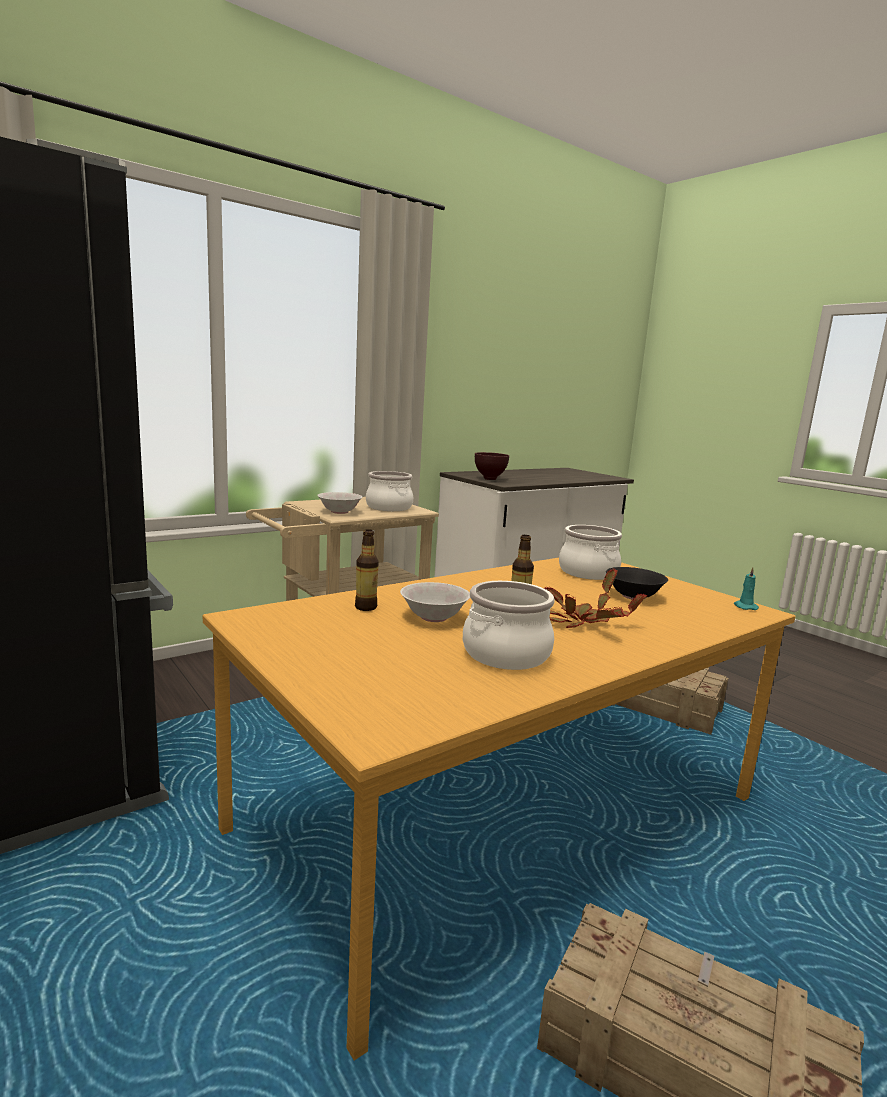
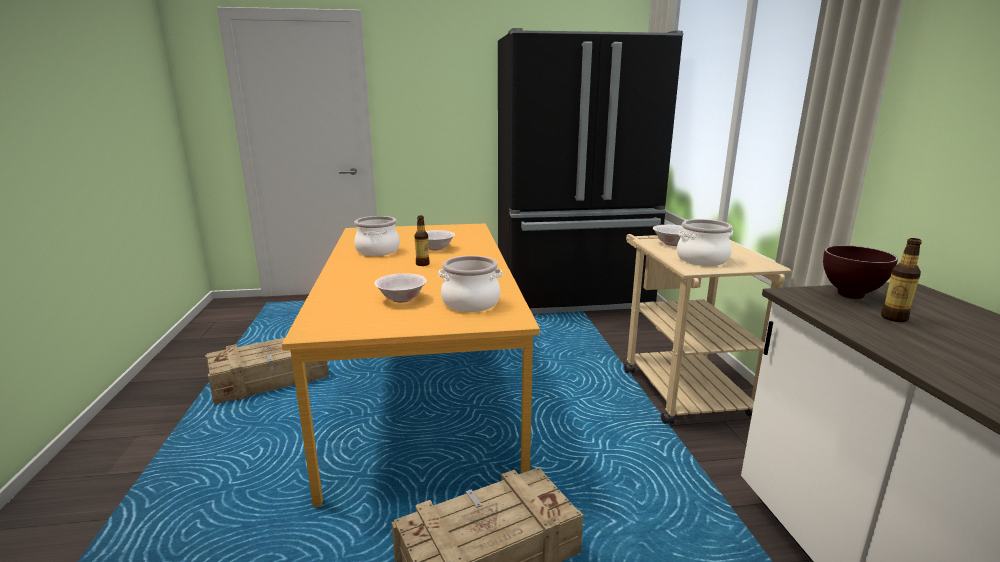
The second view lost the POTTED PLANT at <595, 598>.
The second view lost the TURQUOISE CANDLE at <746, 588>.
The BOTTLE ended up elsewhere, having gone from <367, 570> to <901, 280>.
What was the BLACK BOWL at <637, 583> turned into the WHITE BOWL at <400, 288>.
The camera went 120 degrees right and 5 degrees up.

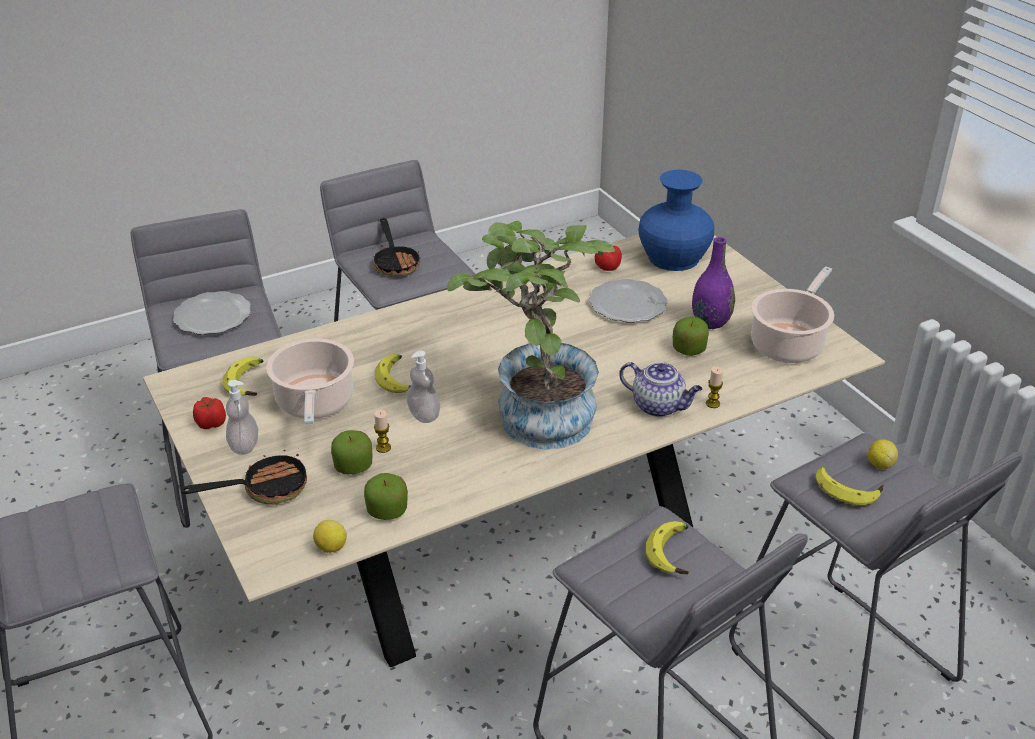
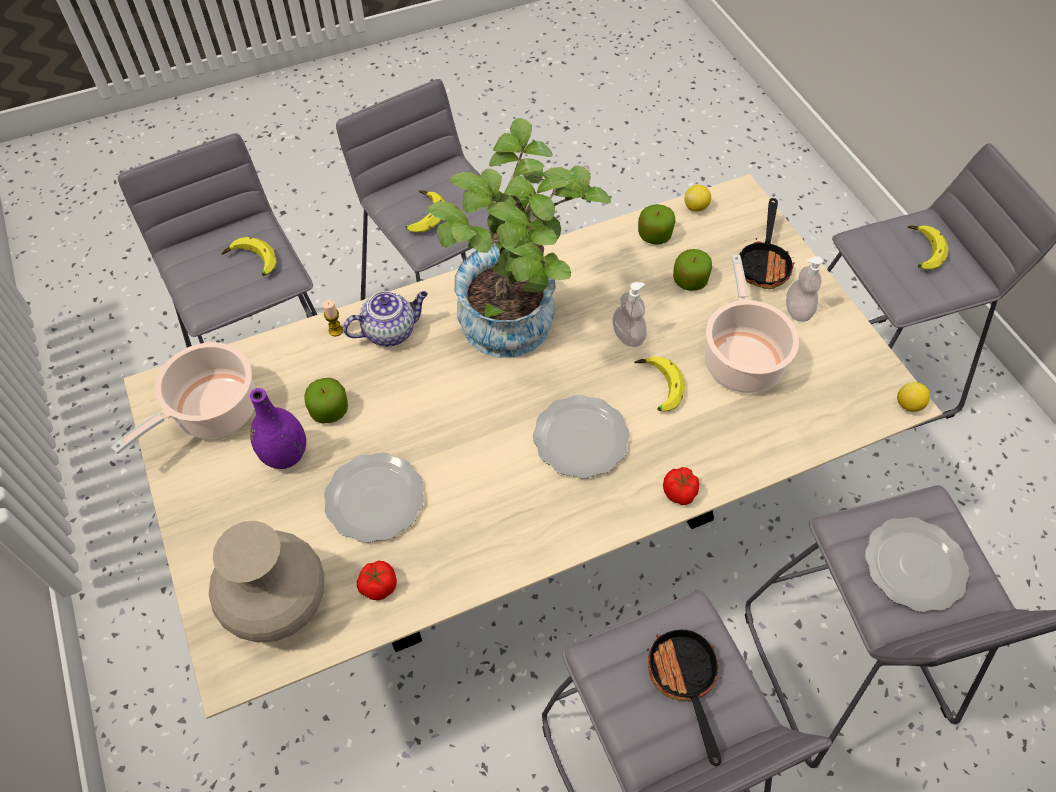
The second view lost the CANDLE at <382, 431>.
The second view gained the PLATE at <581, 436>.
The TOMATO ended up elsewhere, having gone from <209, 413> to <681, 486>.
The BANANA ended up elsewhere, having gone from <242, 376> to <927, 247>.
The LEMON ended up elsewhere, having gone from <883, 454> to <913, 397>.
What was the BLUE VASE at <676, 220> turned into the BEIGE VASE at <266, 581>.
The FRYING PAN at <244, 477> ended up facing another way, 60 degrees counterclockwise from before.
The TEAPOT at <661, 389> ended up facing another way, 120 degrees clockwise from before.
The camera went 175 degrees left and 20 degrees up.

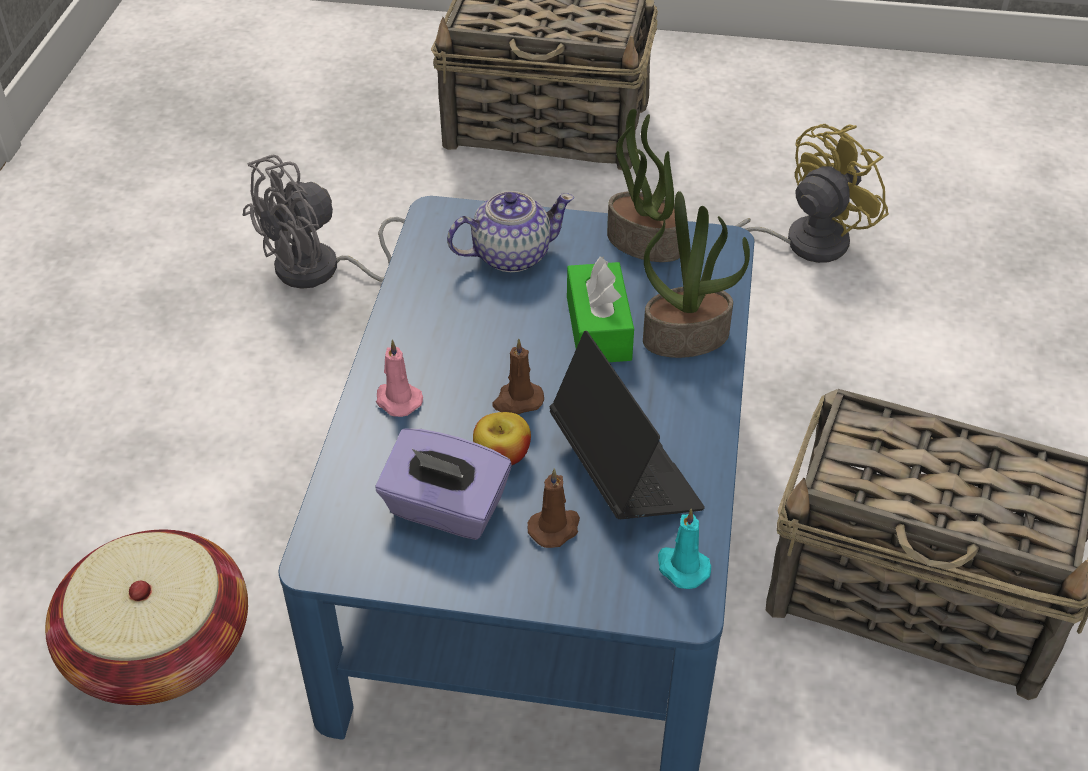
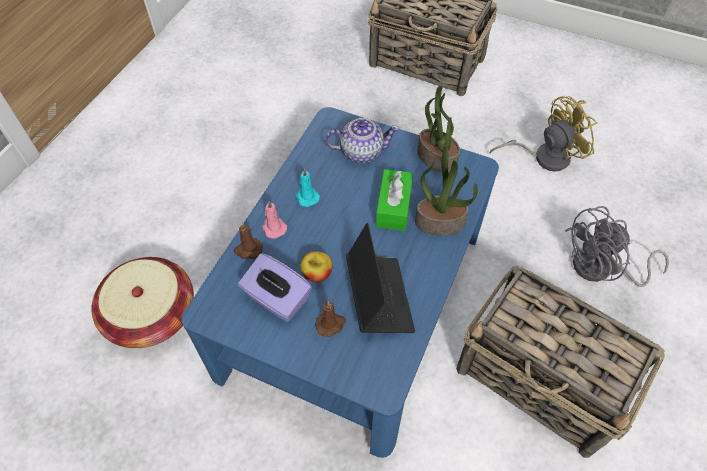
The GREY FAN ended up elsewhere, having gone from <323, 222> to <617, 246>.
The BROWN CANDLE ended up elsewhere, having gone from <518, 376> to <248, 240>.
The TURQUOISE CANDLE ended up elsewhere, having gone from <684, 548> to <308, 187>.
The camera went 15 degrees right and 10 degrees up.

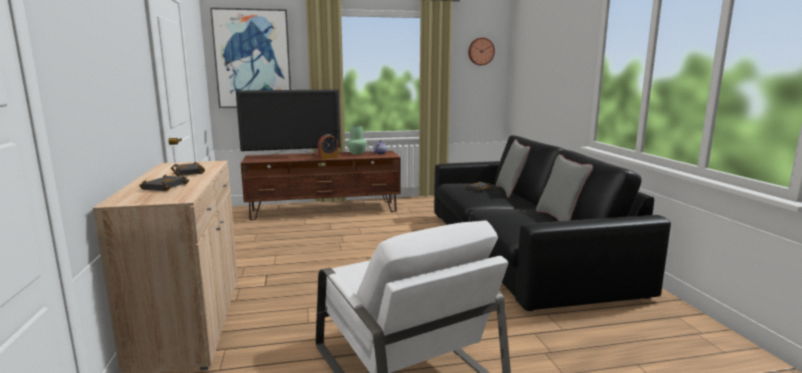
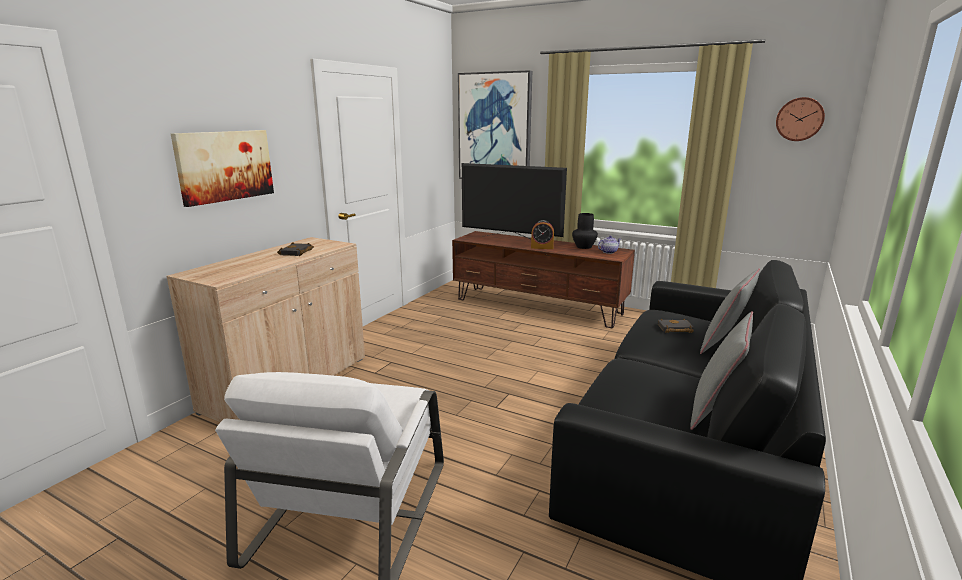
The second view lost the BLACK BOOK at <164, 183>.
The second view gained the PICTURE at <222, 168>.
What was the GREEN VASE at <357, 140> turned into the BLACK VASE at <585, 231>.
The camera went 40 degrees right and 5 degrees up.

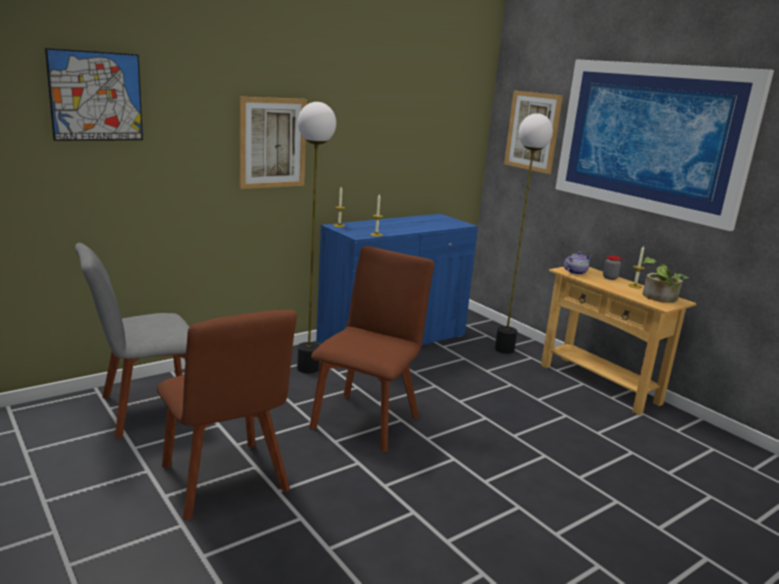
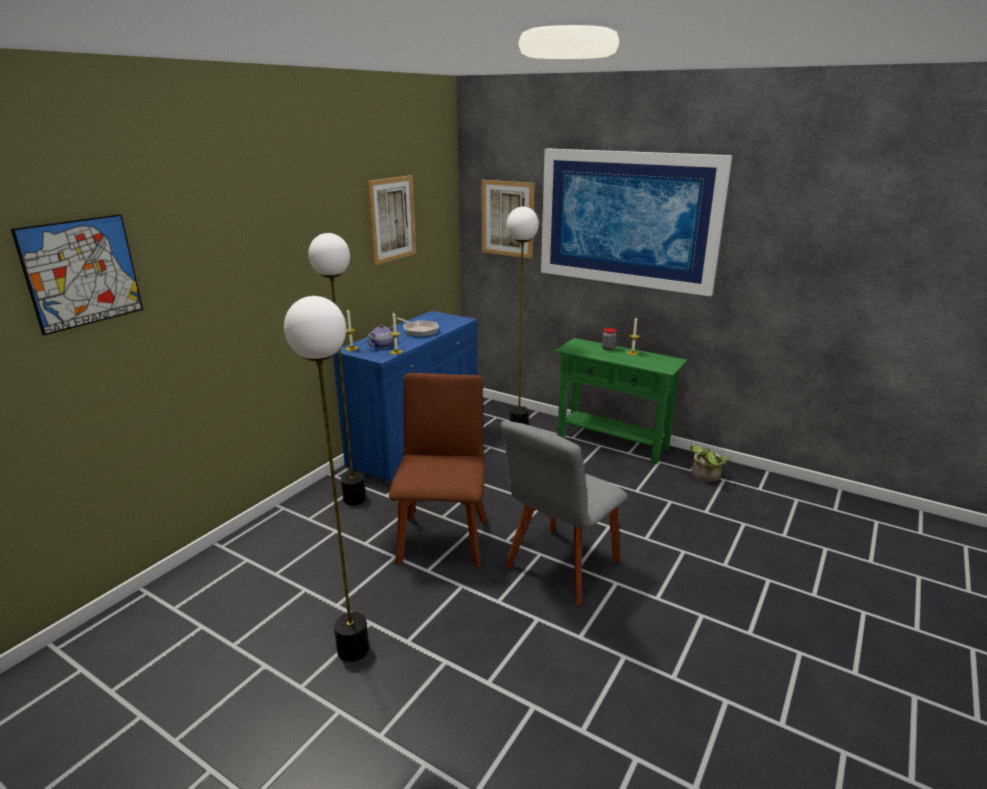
The second view gained the FRYING PAN at <418, 327>.
The GREY CHAIR ended up elsewhere, having gone from <132, 341> to <564, 512>.
The PICTURE ended up elsewhere, having gone from <273, 143> to <391, 220>.
The TEAPOT ended up elsewhere, having gone from <578, 263> to <380, 336>.
The POTTED PLANT ended up elsewhere, having gone from <665, 280> to <711, 463>.
Where the BROWN CHAIR stood at <227, 415>, the FLOOR LAMP came to stand at <326, 479>.
What was the BEIGE CONSOLE TABLE at <619, 341> turned into the GREEN CONSOLE TABLE at <621, 401>.
The camera went 20 degrees left and 5 degrees up.

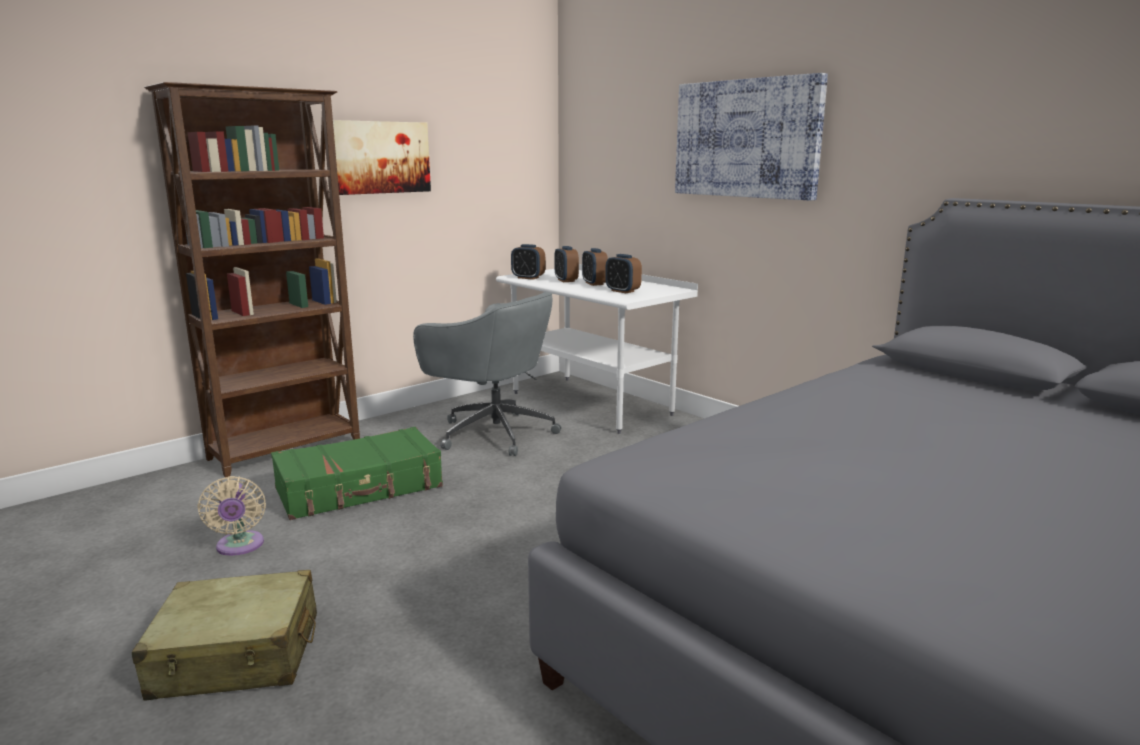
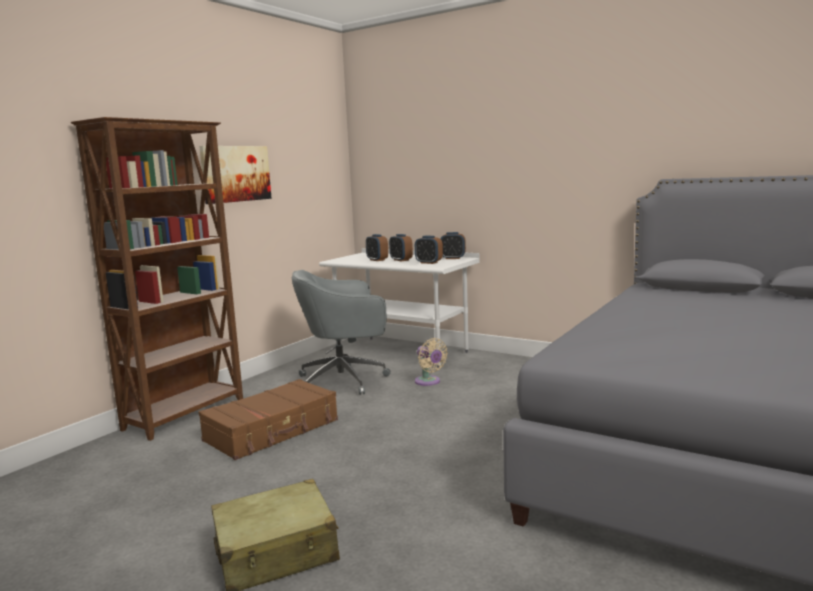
The second view lost the PICTURE at <751, 137>.
The BEIGE FAN ended up elsewhere, having gone from <231, 516> to <431, 362>.
The ALARM CLOCK ended up elsewhere, having gone from <528, 262> to <453, 245>.
What was the GREEN SUITCASE at <357, 473> turned into the BROWN SUITCASE at <268, 419>.
The GREY OFFICE CHAIR at <487, 374> ended up facing another way, 150 degrees clockwise from before.
The camera went 15 degrees left and 5 degrees down.

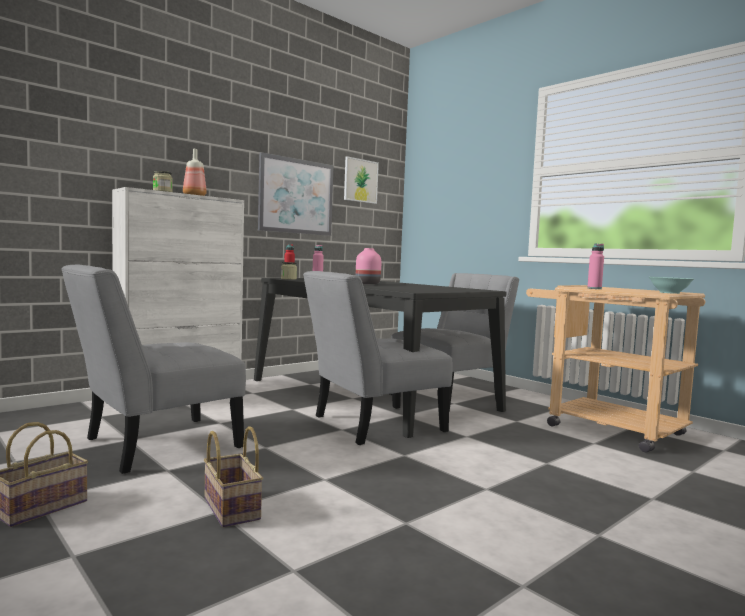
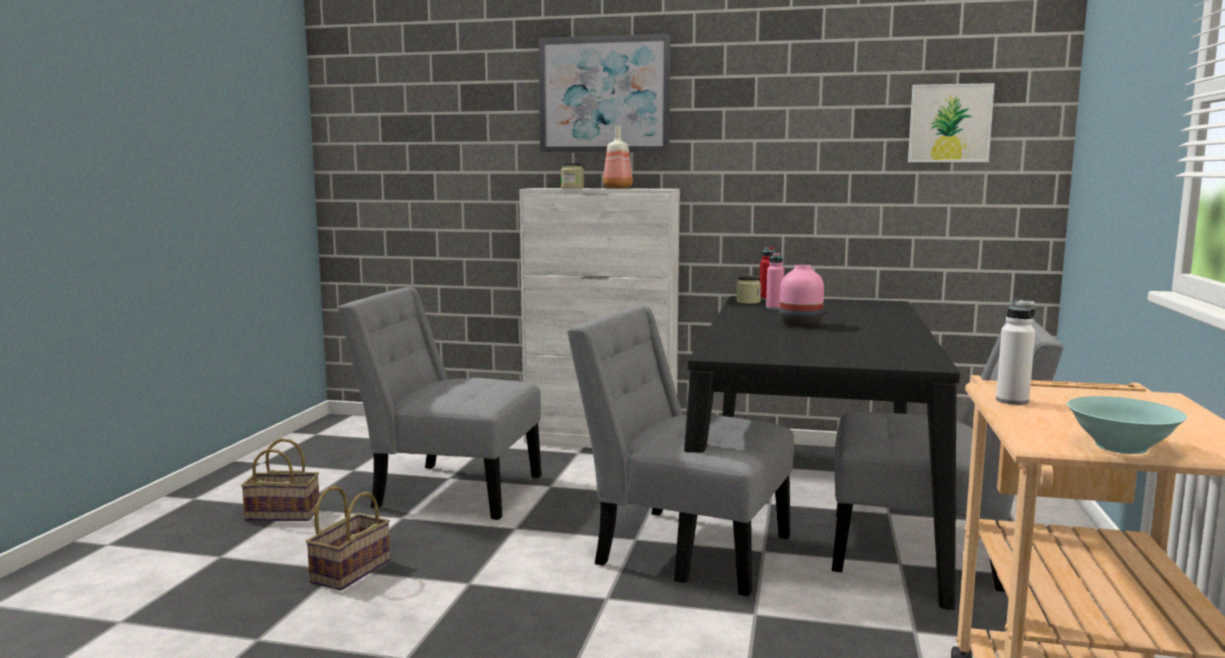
The PICTURE ended up elsewhere, having gone from <295, 194> to <604, 93>.
What was the PINK BOTTLE at <595, 266> turned into the WHITE BOTTLE at <1015, 352>.
The camera went 55 degrees right and 5 degrees up.

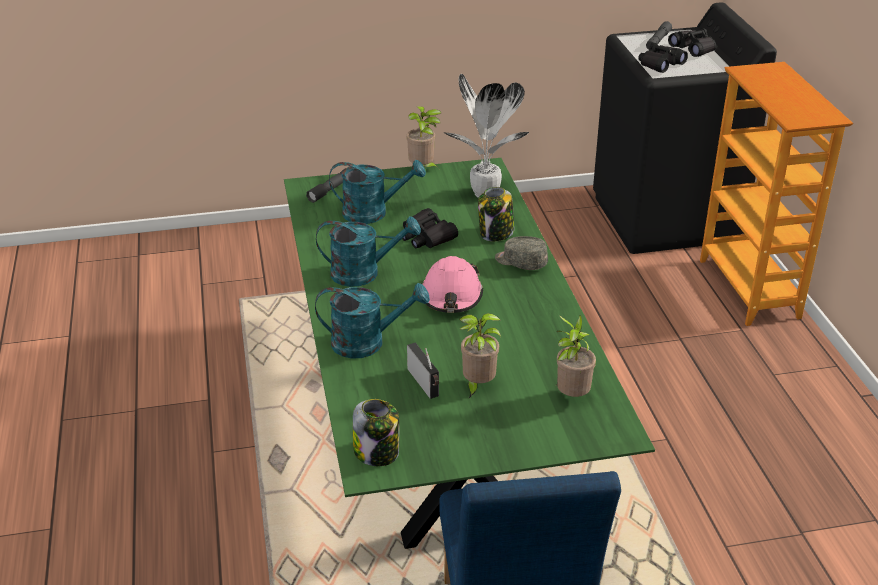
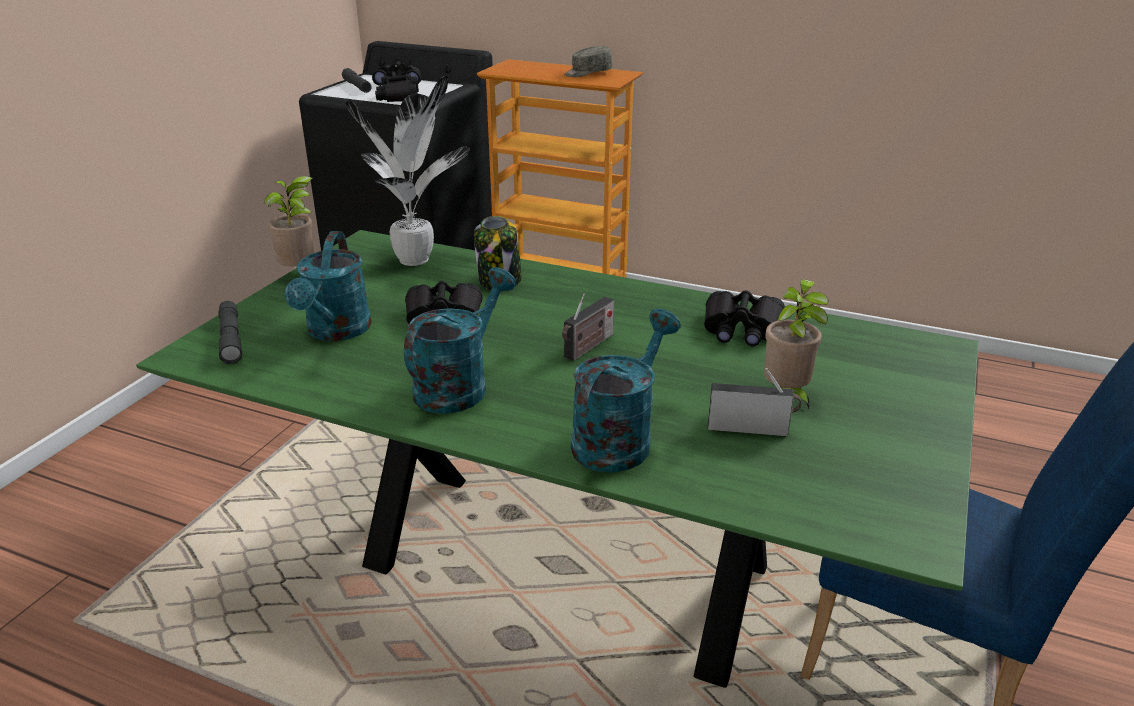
The second view lost the JAR at <376, 432>.
The second view lost the POTTED PLANT at <576, 356>.
The second view gained the BLACK BINOCULARS at <744, 318>.
The GREY CAP ended up elsewhere, having gone from <521, 253> to <588, 61>.
Where the PINK HARD HAT stood at <452, 284>, the RADIO came to stand at <588, 327>.
The TURQUOISE WATERING CAN at <377, 192> ended up facing another way, 150 degrees clockwise from before.
The camera went 55 degrees left and 5 degrees down.

